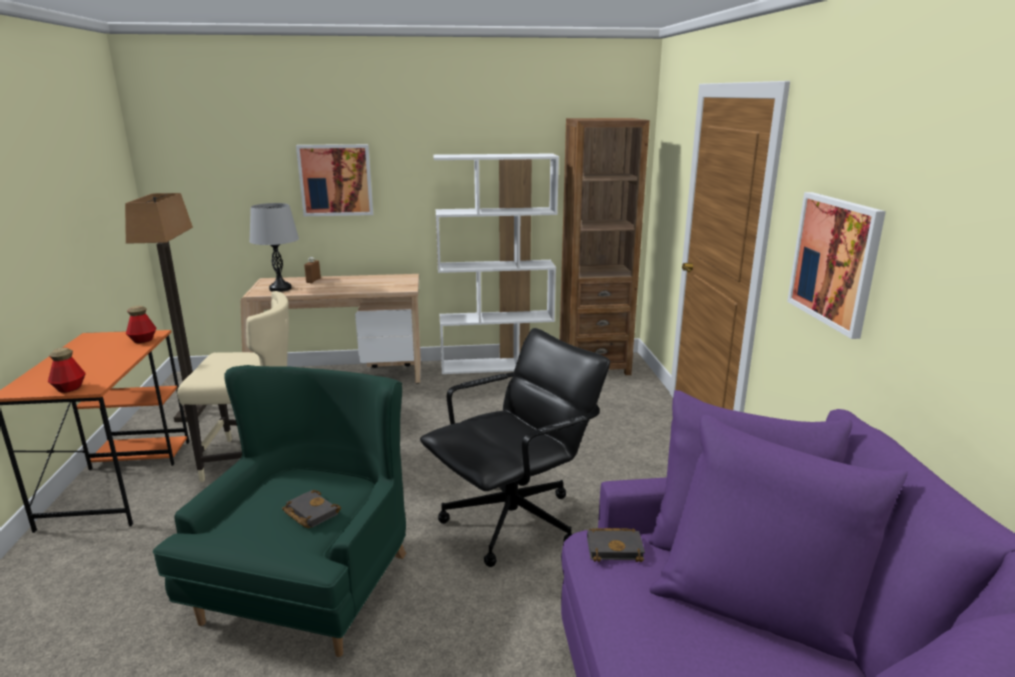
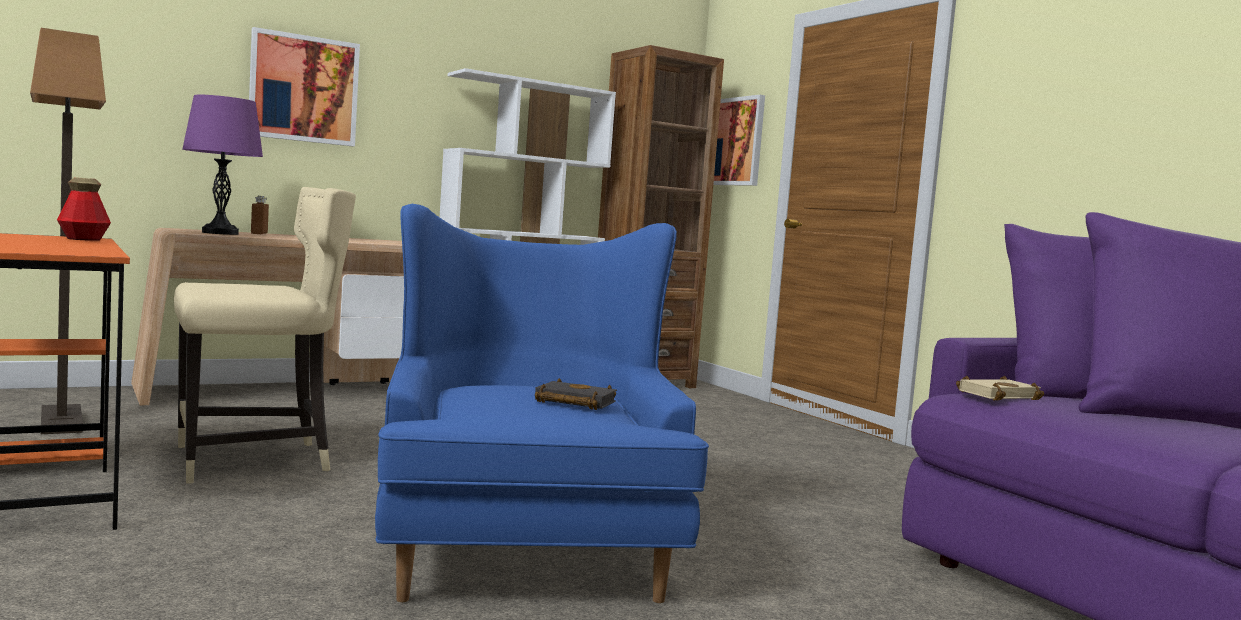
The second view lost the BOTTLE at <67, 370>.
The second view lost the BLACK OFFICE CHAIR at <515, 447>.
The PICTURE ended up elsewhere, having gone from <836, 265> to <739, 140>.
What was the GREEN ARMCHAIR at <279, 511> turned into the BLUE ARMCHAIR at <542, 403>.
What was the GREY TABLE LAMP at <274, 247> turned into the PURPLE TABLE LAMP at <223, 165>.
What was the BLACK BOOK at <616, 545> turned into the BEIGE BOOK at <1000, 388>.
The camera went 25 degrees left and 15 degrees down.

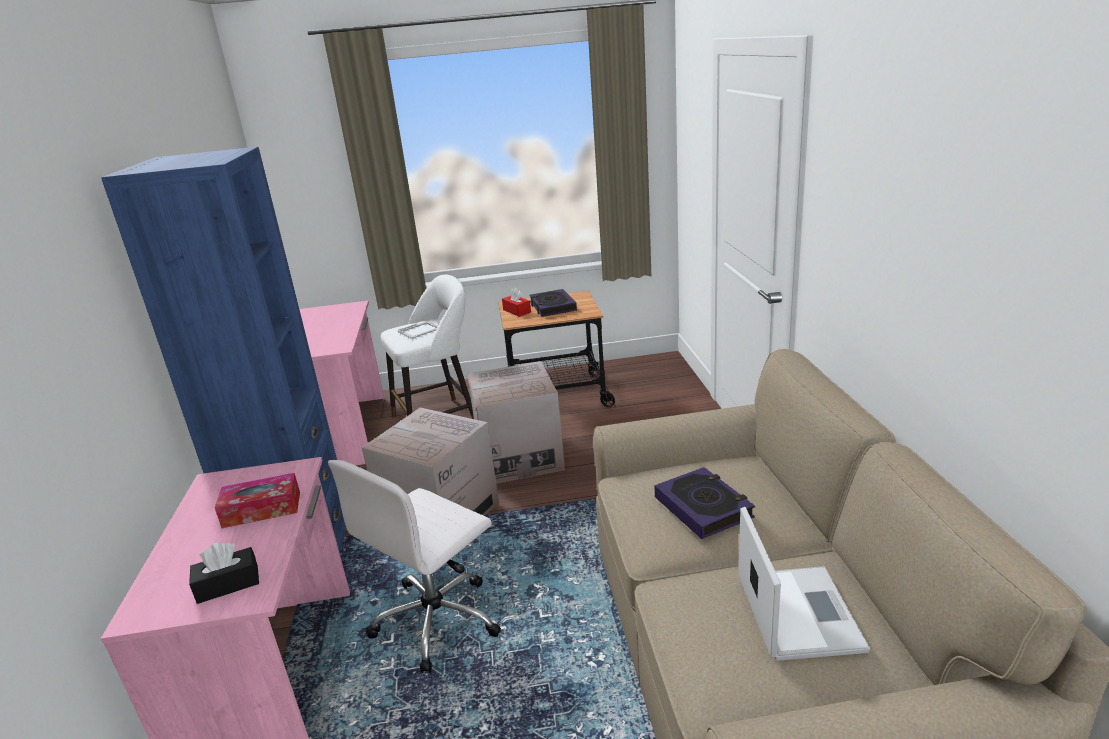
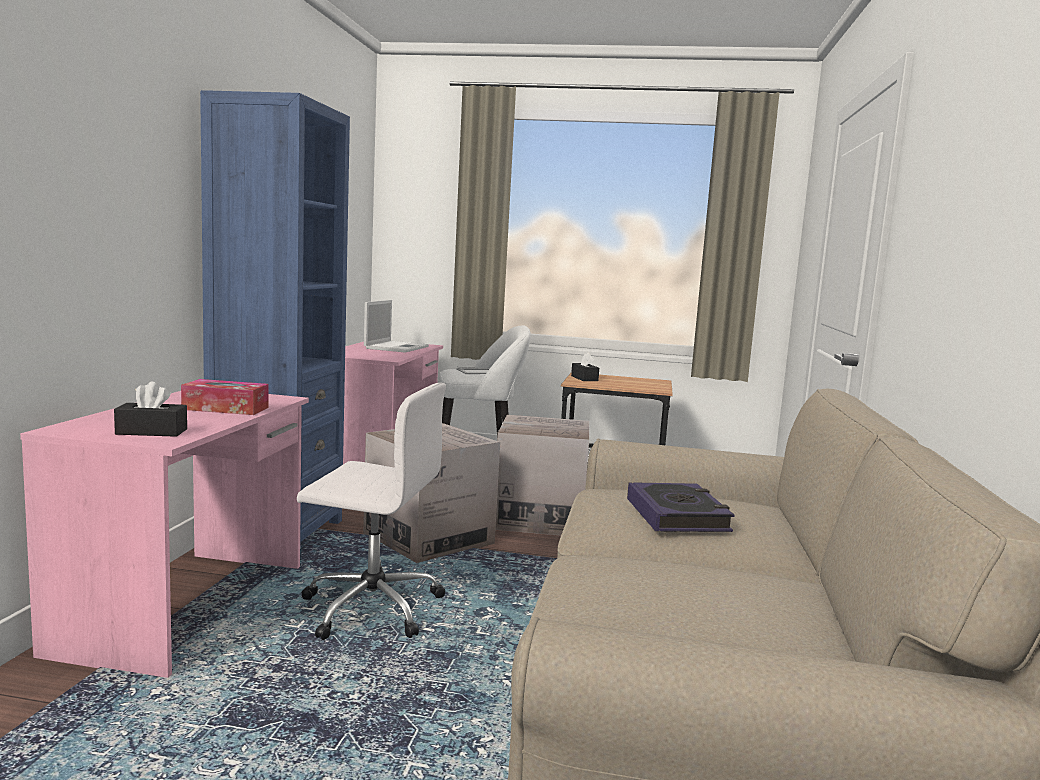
The second view lost the BOOK at <553, 303>.
The LAPTOP ended up elsewhere, having gone from <804, 584> to <396, 326>.
What was the RED TISSUE BOX at <516, 302> turned into the BLACK TISSUE BOX at <585, 366>.
The WHITE OFFICE CHAIR at <414, 566> ended up facing another way, 135 degrees counterclockwise from before.
The camera went 15 degrees right and 15 degrees down.

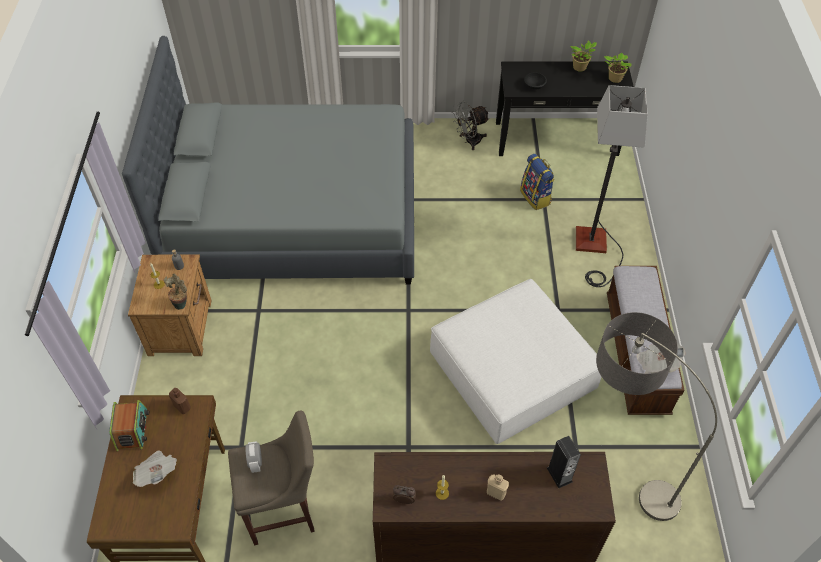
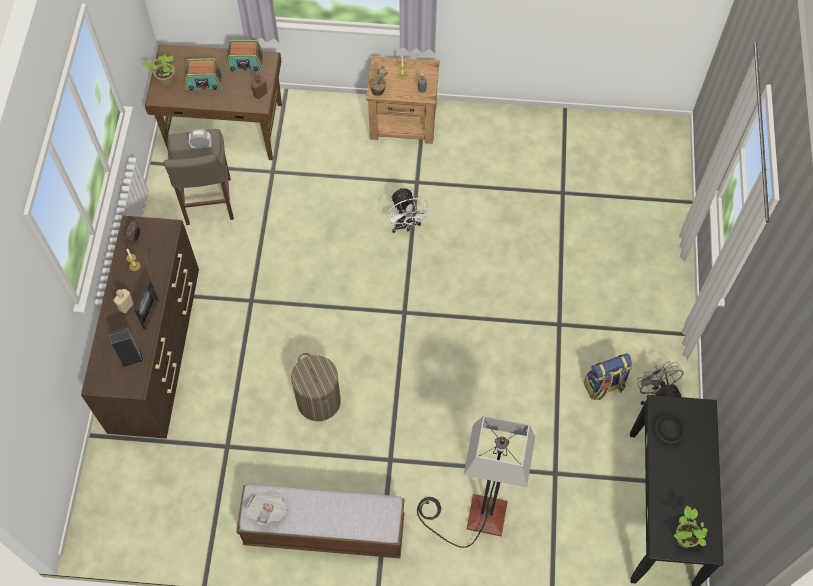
The second view lost the GREY BED at <268, 160>.
The second view lost the FLOOR LAMP at <656, 416>.
The second view gained the PICTURE FRAME at <146, 304>.
The second view gained the WHITE FAN at <408, 210>.
The BACKPACK ended up elsewhere, having gone from <537, 182> to <607, 377>.
The POTTED PLANT ended up elsewhere, having gone from <583, 56> to <159, 70>.
Where the NEWSPAPER stood at <155, 468>, the RADIO came to stand at <204, 74>.
Where the WHITE OTTOMAN stood at <516, 361>, the LAUNDRY BASKET came to stand at <316, 387>.
The camera went 95 degrees right and 10 degrees up.

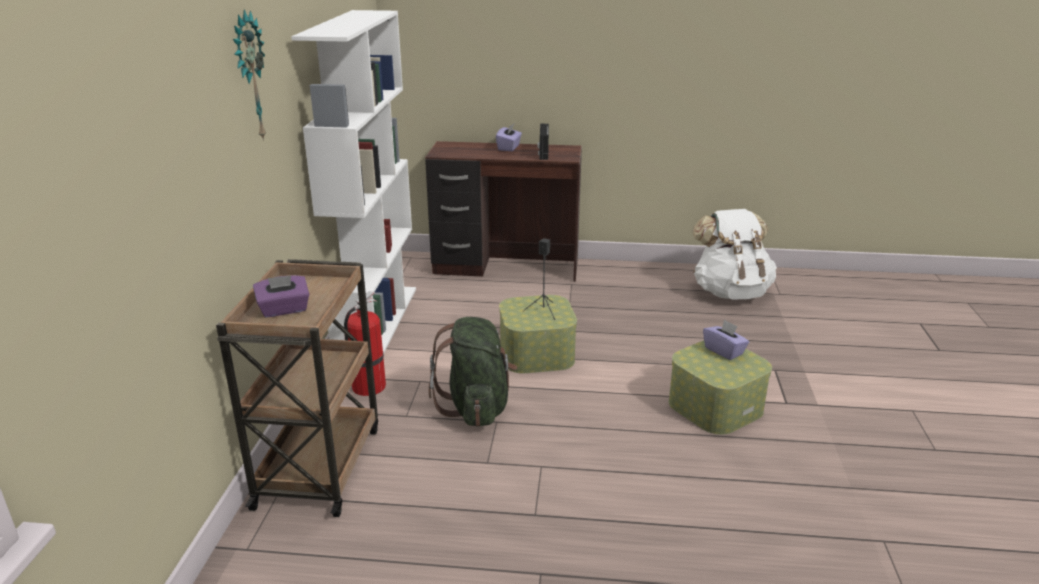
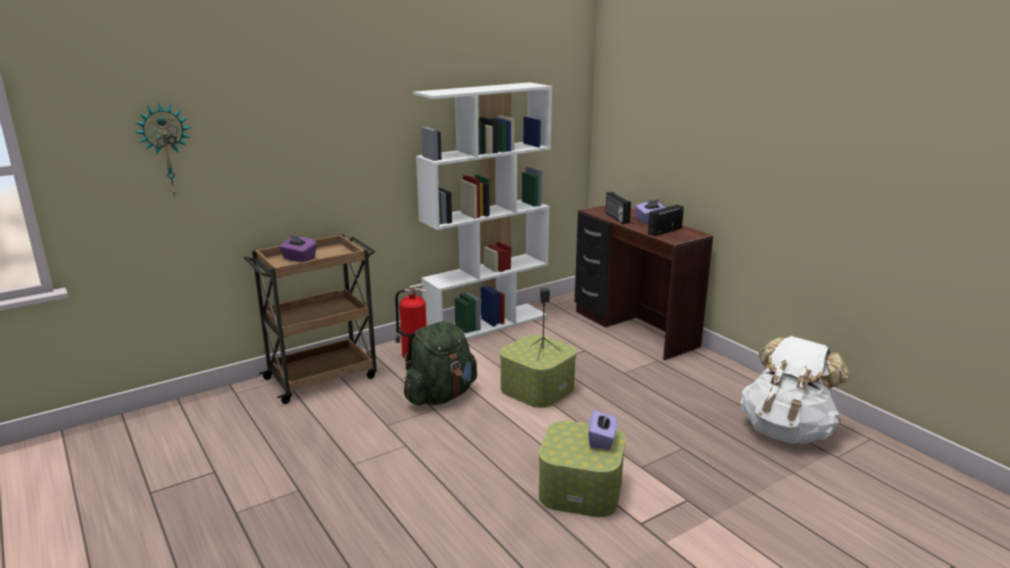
The second view gained the RADIO at <618, 208>.
The WALL CLOCK ended up elsewhere, having gone from <249, 75> to <162, 150>.
The camera went 50 degrees right and 5 degrees down.

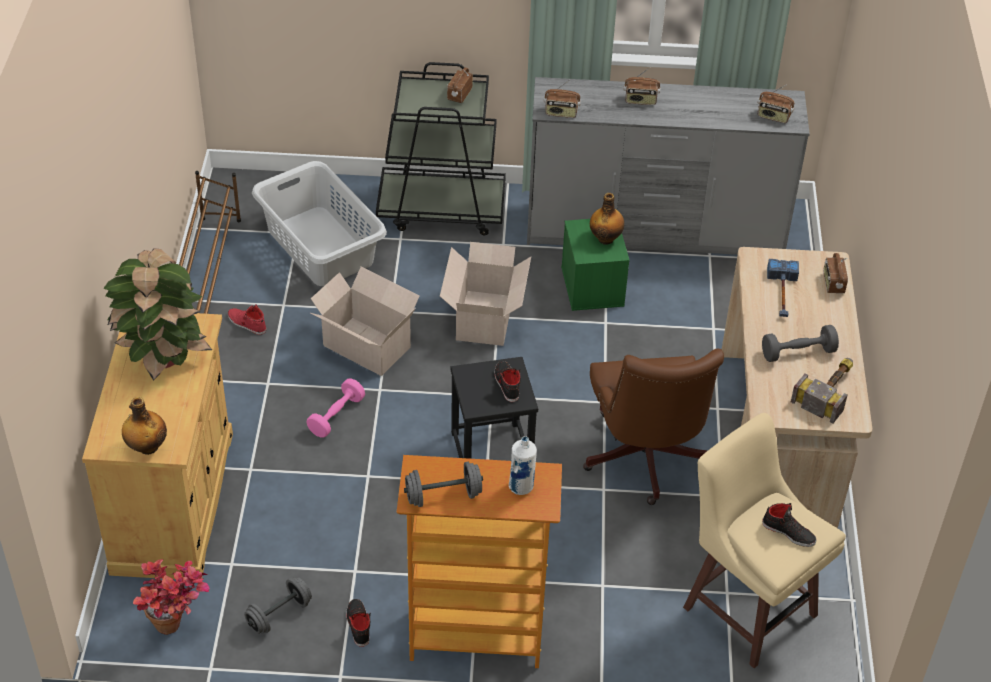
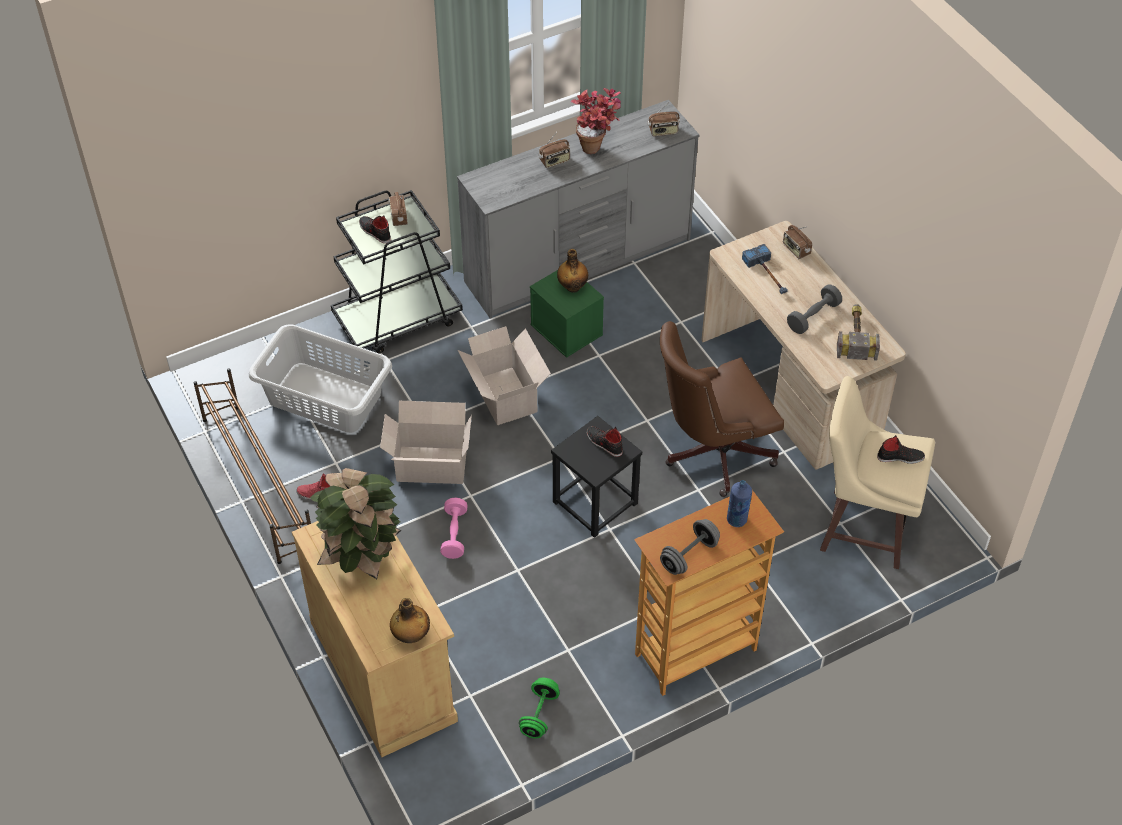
The second view lost the RADIO at <562, 99>.
The POTTED PLANT ended up elsewhere, having gone from <171, 597> to <596, 121>.
The BLACK SHOE ended up elsewhere, having gone from <358, 623> to <375, 229>.
What was the GREY DUMBBELL at <278, 605> turned into the GREEN DUMBBELL at <539, 708>.
What was the WHITE BOTTLE at <523, 465> turned into the BLUE BOTTLE at <739, 503>.
The BROWN OFFICE CHAIR at <653, 426> ended up facing another way, 105 degrees clockwise from before.
The camera went 30 degrees left and 5 degrees up.

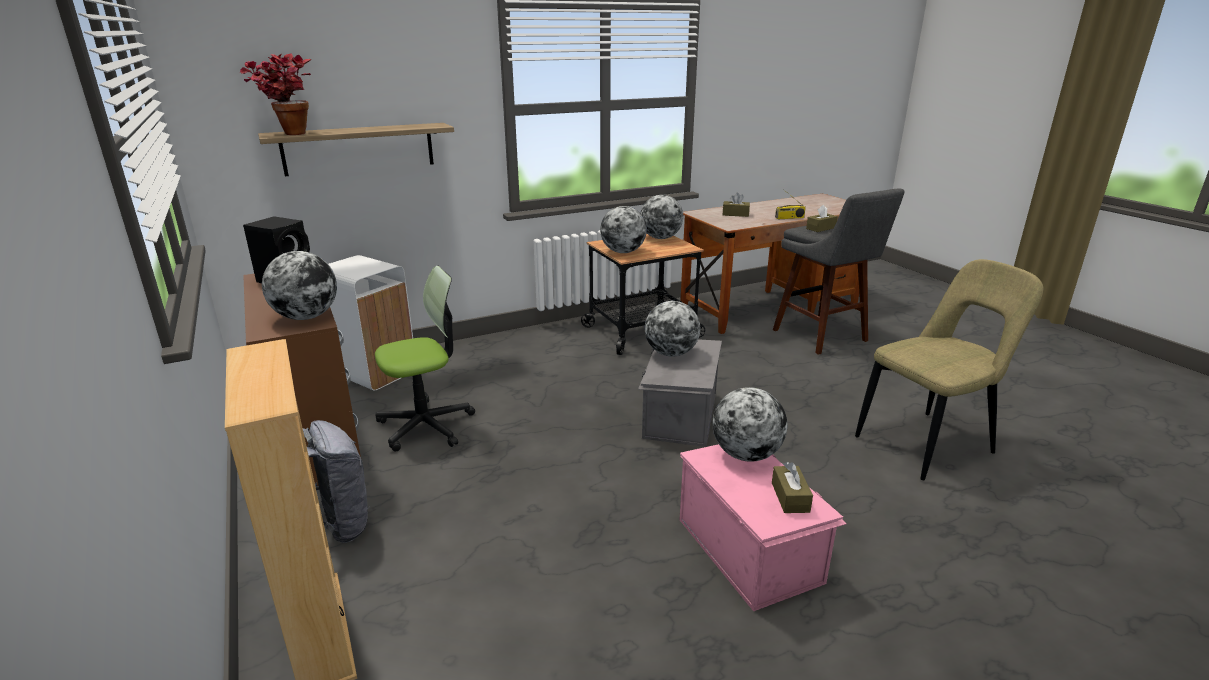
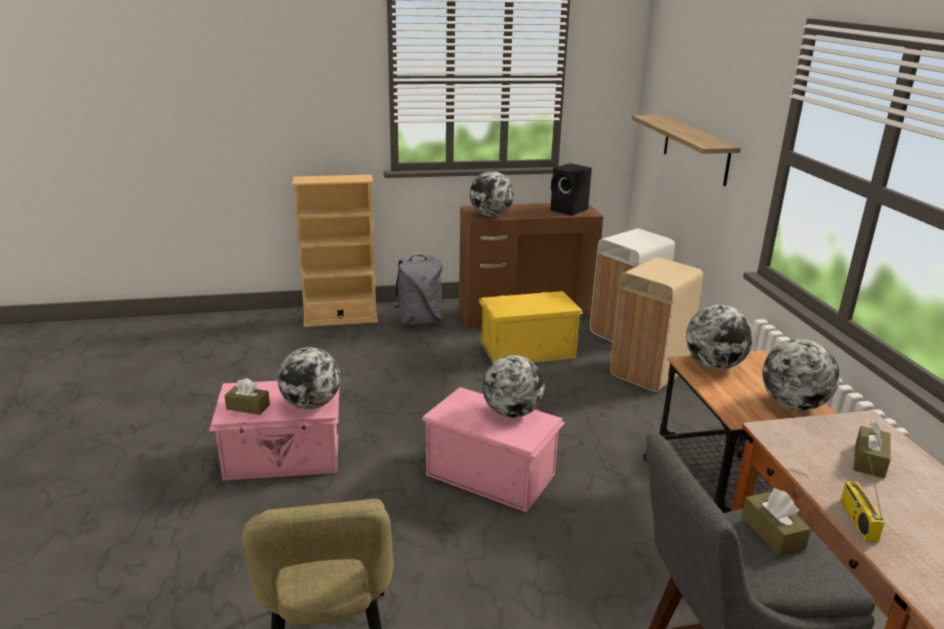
The second view lost the POTTED PLANT at <275, 94>.
The second view gained the BEIGE TRASH CAN at <656, 324>.
Where the OFFICE CHAIR stood at <425, 358>, the YELLOW STORAGE BOX came to stand at <531, 327>.
What was the GREY STORAGE BOX at <680, 393> turned into the PINK STORAGE BOX at <493, 449>.
The camera went 105 degrees right and 0 degrees up.

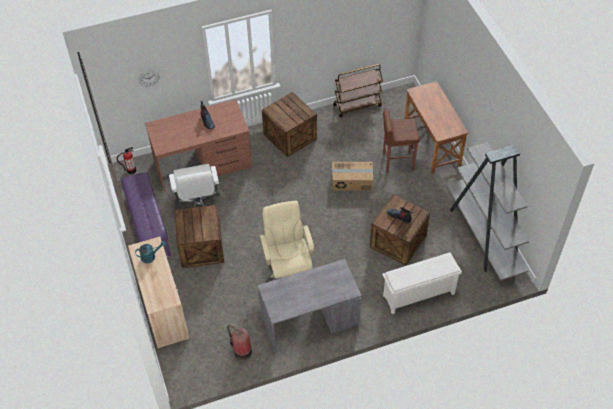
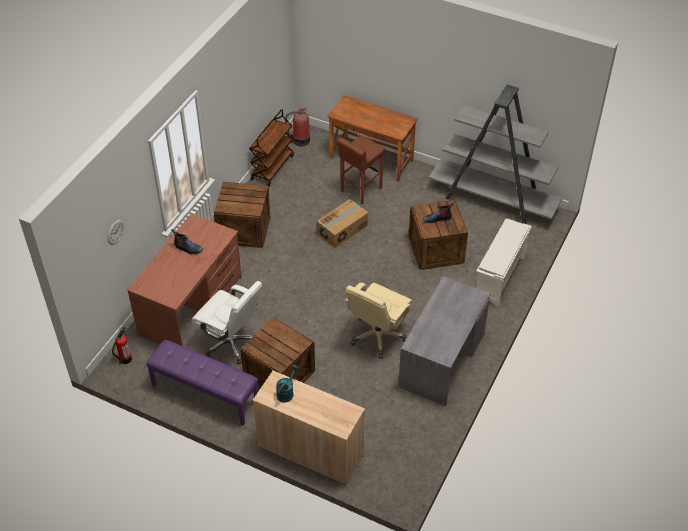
The FIRE EXTINGUISHER ended up elsewhere, having gone from <239, 342> to <297, 127>.
The BEIGE OFFICE CHAIR at <287, 241> ended up facing another way, 90 degrees counterclockwise from before.
The camera went 45 degrees left and 5 degrees down.

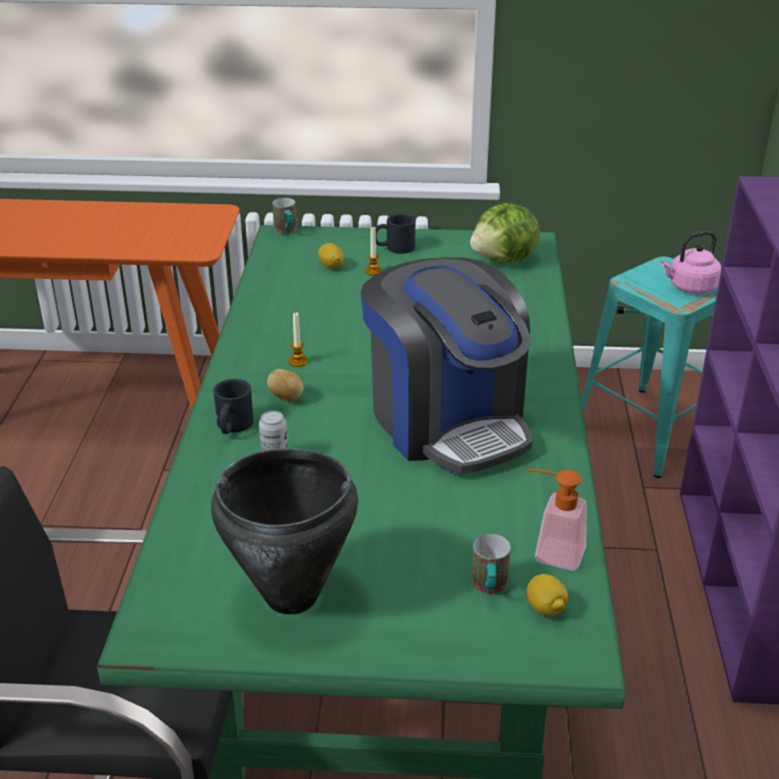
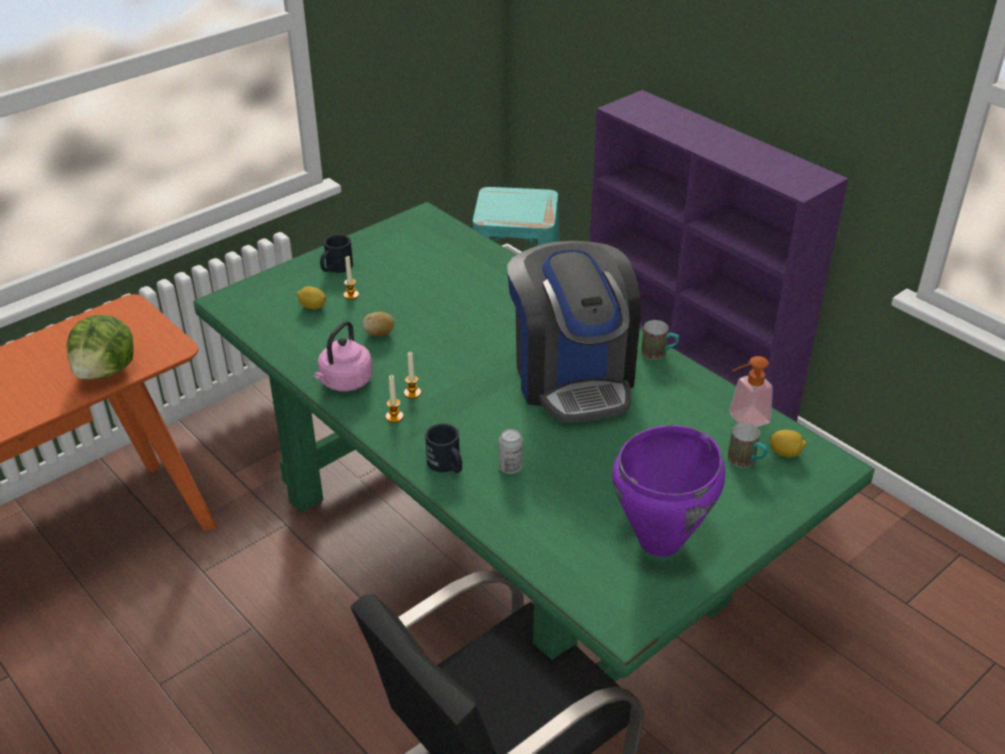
The second view gained the CANDLE at <394, 399>.
The POTATO ended up elsewhere, having gone from <285, 385> to <378, 324>.
The MUG ended up elsewhere, having gone from <284, 216> to <660, 340>.
The LETTUCE ended up elsewhere, having gone from <505, 233> to <100, 347>.
The PINK KETTLE ended up elsewhere, having gone from <691, 262> to <343, 356>.
What was the BLACK COOKING POT at <284, 531> turned into the PURPLE COOKING POT at <668, 491>.
The COFFEE MACHINE at <446, 365> ended up facing another way, 60 degrees clockwise from before.
The camera went 45 degrees left and 5 degrees up.

